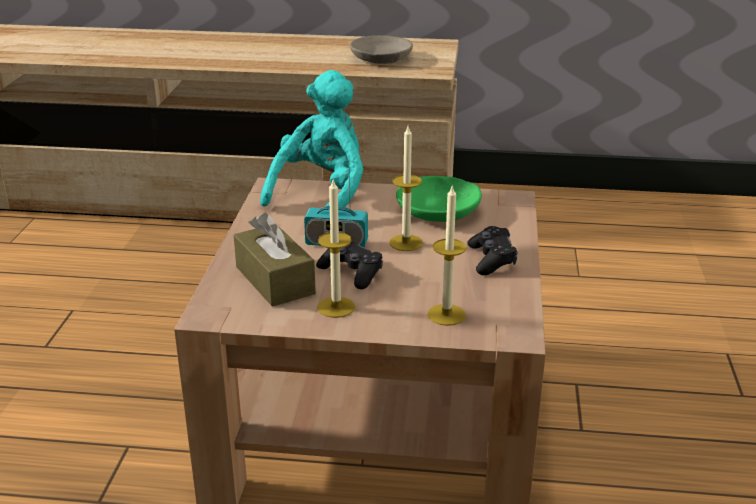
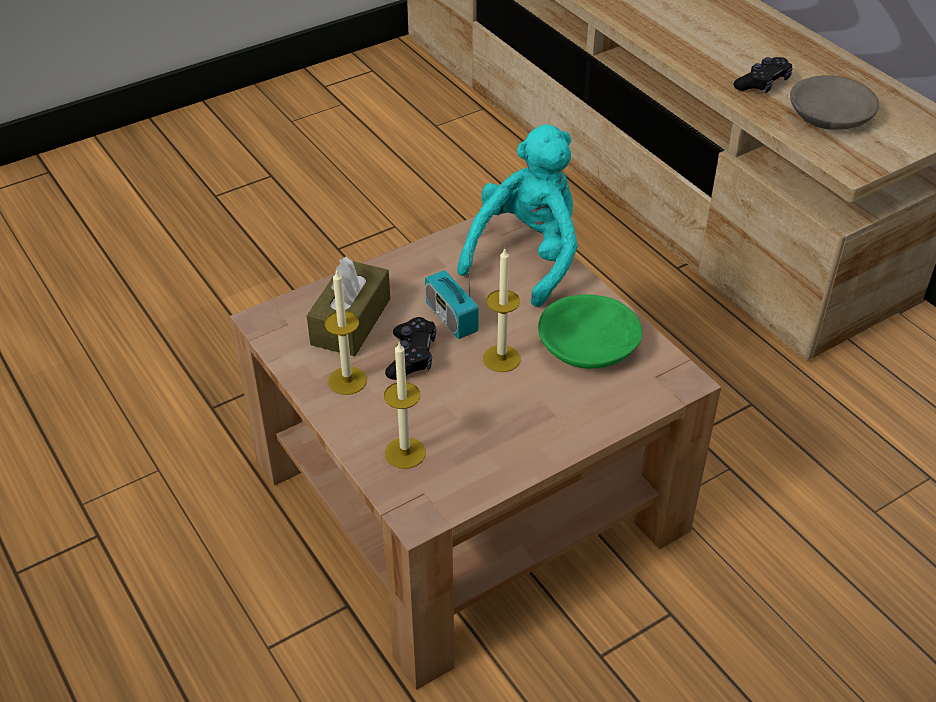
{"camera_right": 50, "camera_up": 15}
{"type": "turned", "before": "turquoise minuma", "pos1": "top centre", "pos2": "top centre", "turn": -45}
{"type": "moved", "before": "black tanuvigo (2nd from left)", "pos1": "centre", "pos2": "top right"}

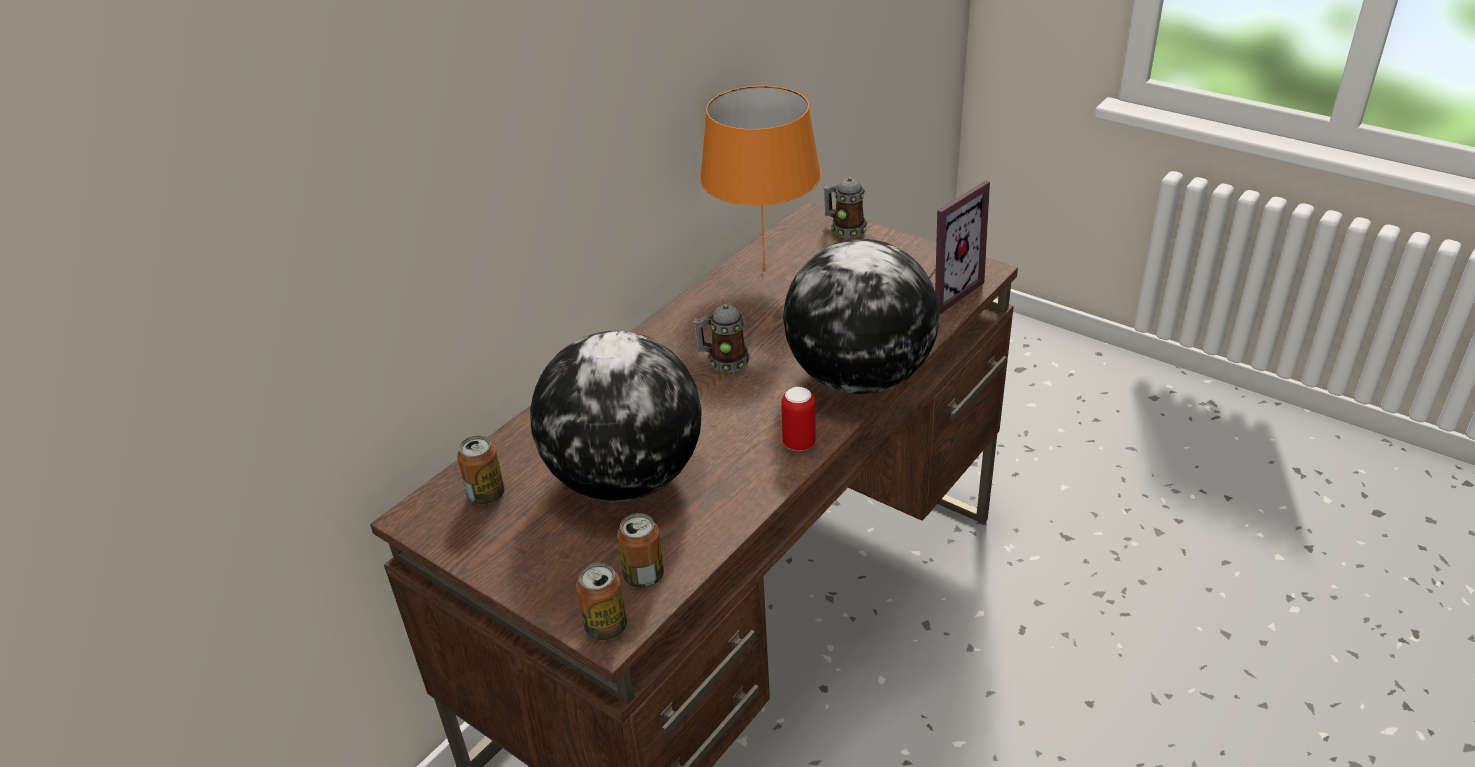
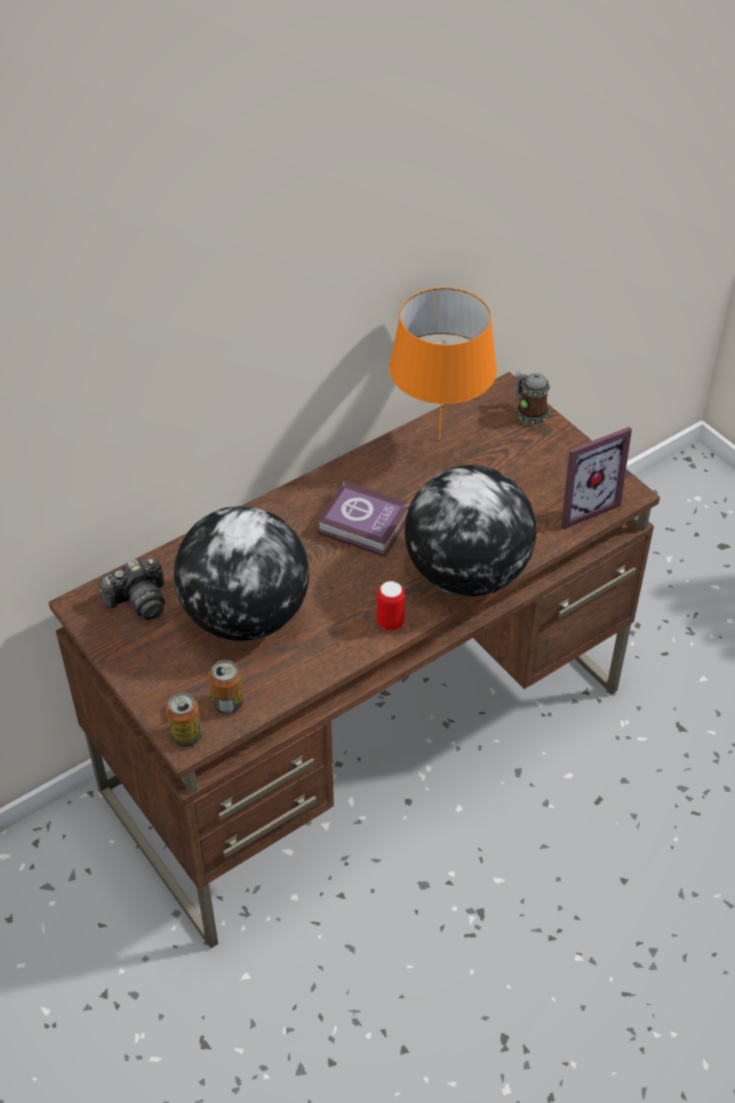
{"camera_right": 15, "camera_up": 10}
{"type": "replaced", "before": "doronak (1st from left)", "after": "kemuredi", "pos1": "middle left", "pos2": "middle left"}
{"type": "replaced", "before": "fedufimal (1st from left)", "after": "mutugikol", "pos1": "centre", "pos2": "centre"}

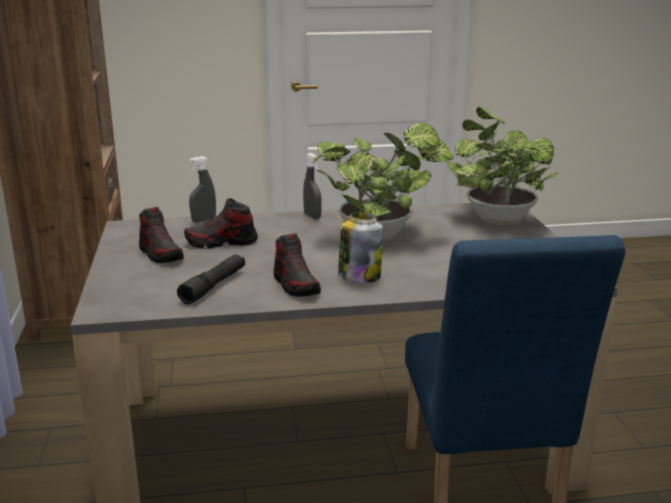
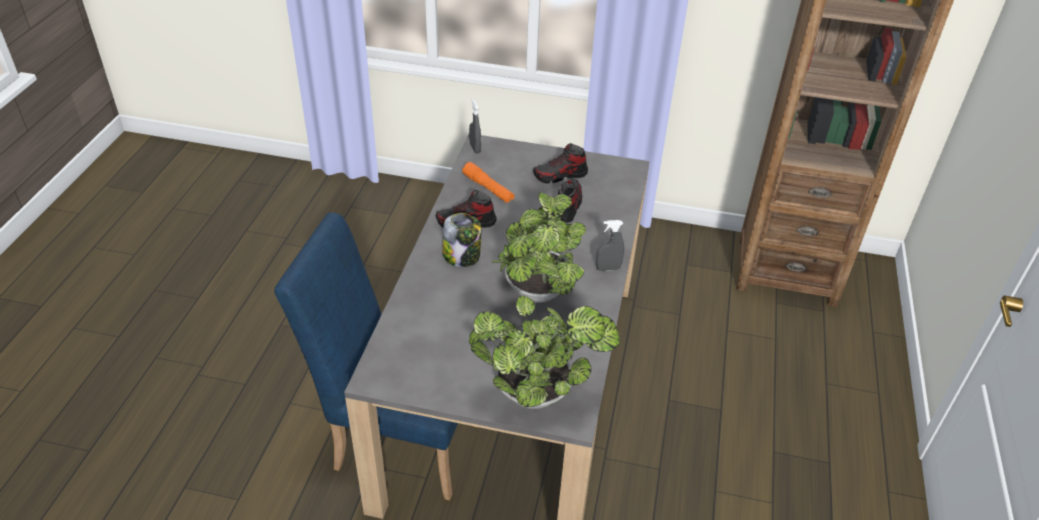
{"camera_right": 110, "camera_up": 20}
{"type": "recoloured", "before": "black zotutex", "after": "orange zotutex", "pos1": "middle left", "pos2": "centre"}
{"type": "moved", "before": "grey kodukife (1st from left)", "pos1": "middle left", "pos2": "top centre"}

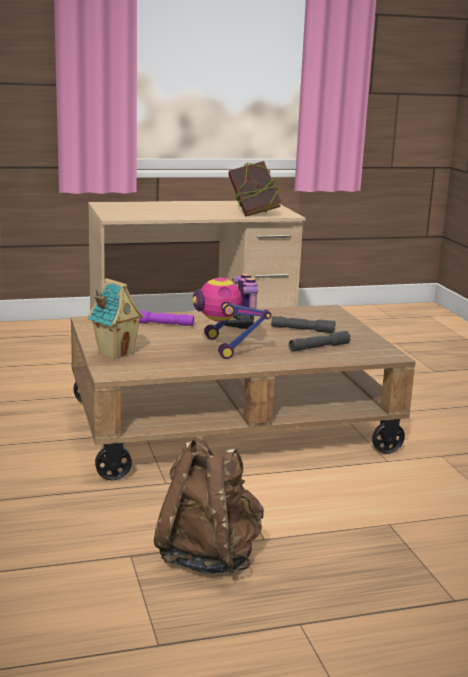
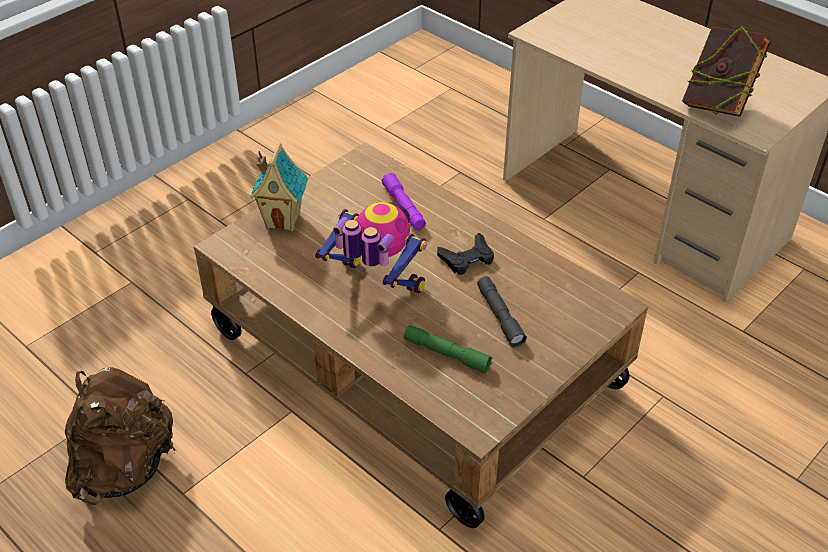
{"camera_right": 60, "camera_up": 25}
{"type": "turned", "before": "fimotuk", "pos1": "centre", "pos2": "centre", "turn": 75}
{"type": "recoloured", "before": "grey zotutex (2nd from left)", "after": "green zotutex", "pos1": "middle right", "pos2": "centre"}

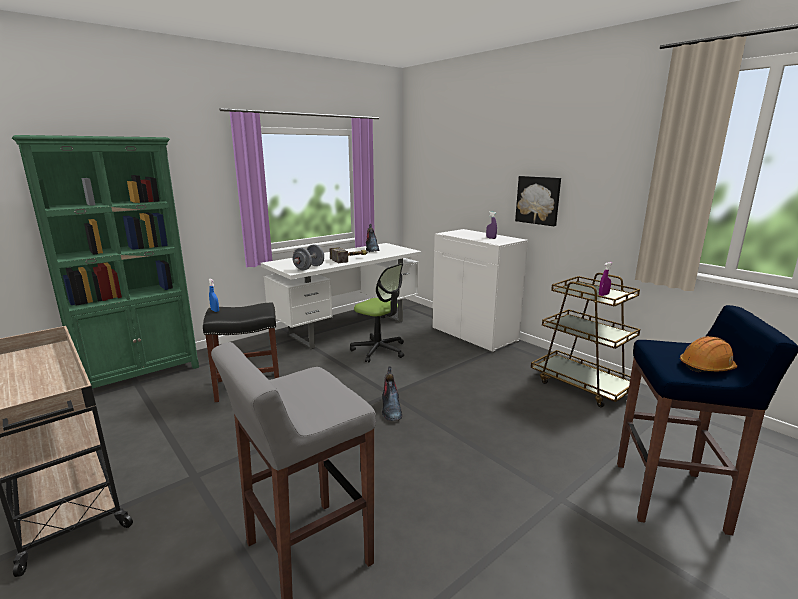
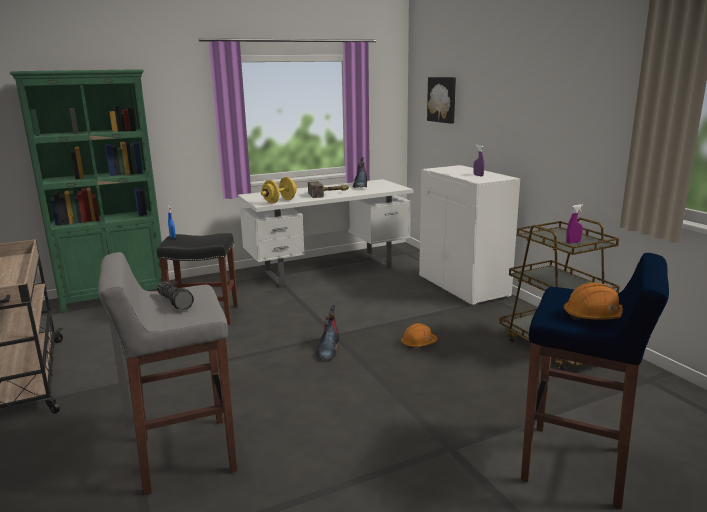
{"camera_right": 15, "camera_up": 0}
{"type": "recoloured", "before": "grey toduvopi", "after": "yellow toduvopi", "pos1": "centre", "pos2": "centre"}
{"type": "removed", "before": "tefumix", "pos1": "centre"}
{"type": "moved", "before": "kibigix", "pos1": "middle right", "pos2": "top centre"}
{"type": "added", "after": "zotutex", "pos2": "middle left"}
{"type": "added", "after": "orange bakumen (1st from left)", "pos2": "centre"}

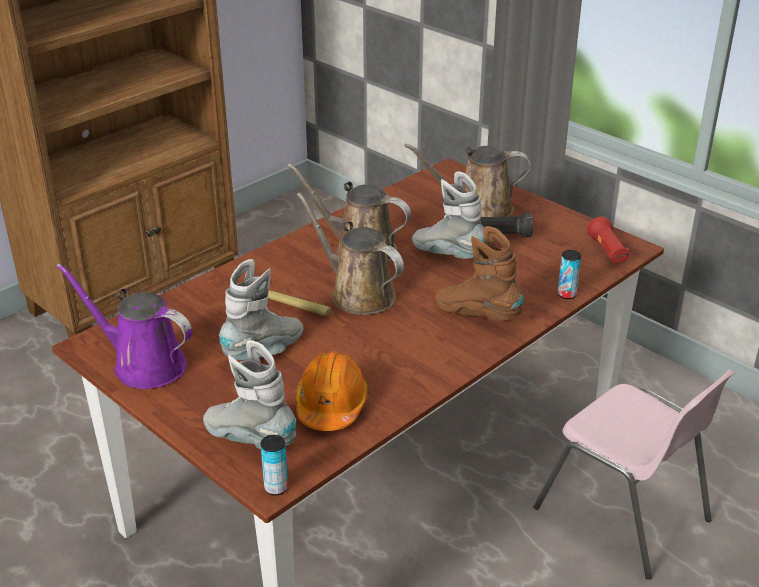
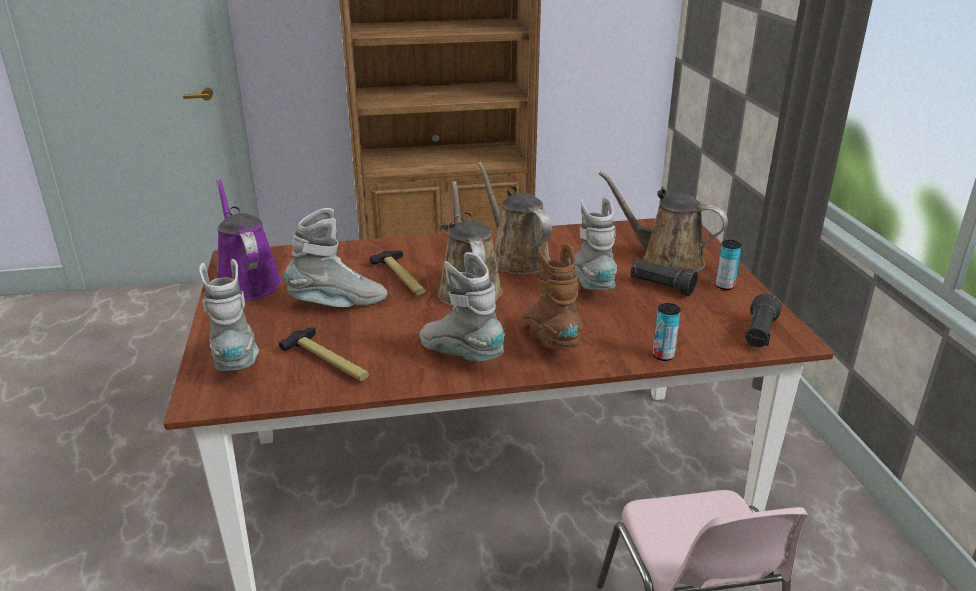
{"camera_right": 35, "camera_up": -5}
{"type": "moved", "before": "doronak (1st from left in the first image)", "after": "doronak (2nd from left)", "pos1": "bottom centre", "pos2": "middle right"}
{"type": "replaced", "before": "orange bakumen", "after": "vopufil (1st from left)", "pos1": "centre", "pos2": "middle left"}
{"type": "recoloured", "before": "red zotutex", "after": "black zotutex (2nd from left)", "pos1": "middle right", "pos2": "middle right"}
{"type": "added", "after": "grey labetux (3rd from left)", "pos2": "centre"}

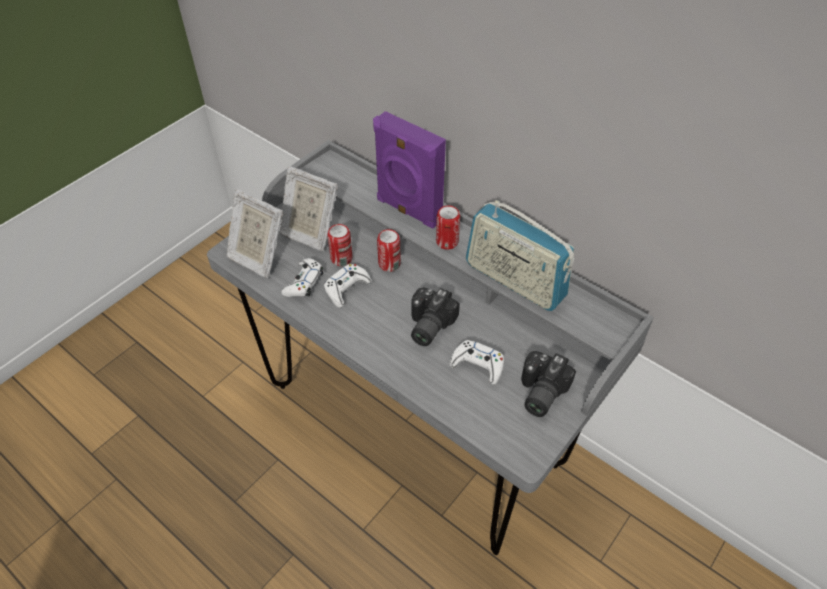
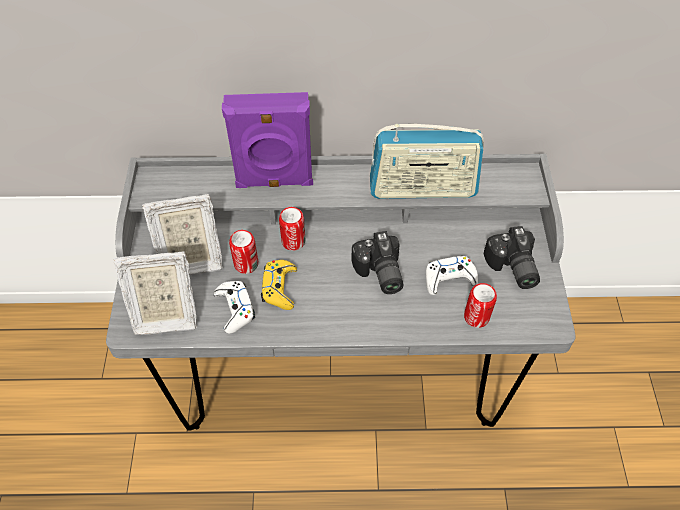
{"camera_right": -40, "camera_up": 5}
{"type": "recoloured", "before": "white tanuvigo (2nd from left)", "after": "yellow tanuvigo", "pos1": "centre", "pos2": "centre"}
{"type": "moved", "before": "doronak (3rd from left)", "pos1": "centre", "pos2": "middle right"}

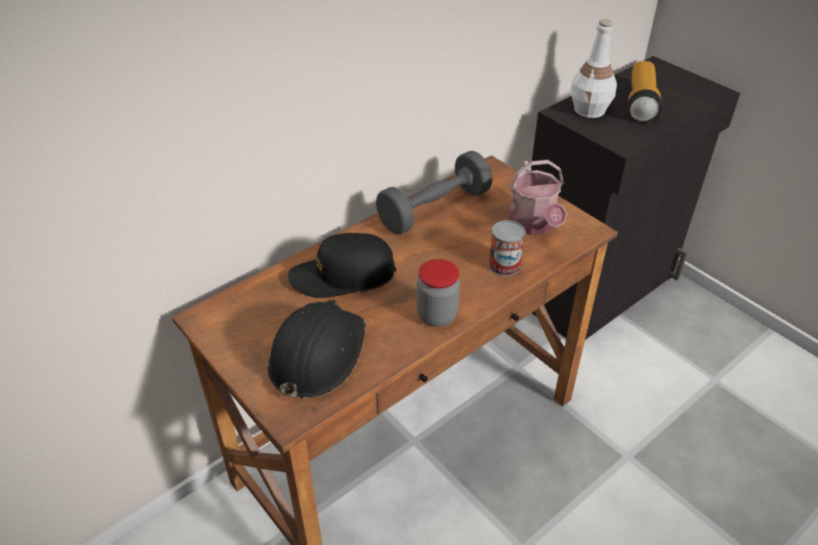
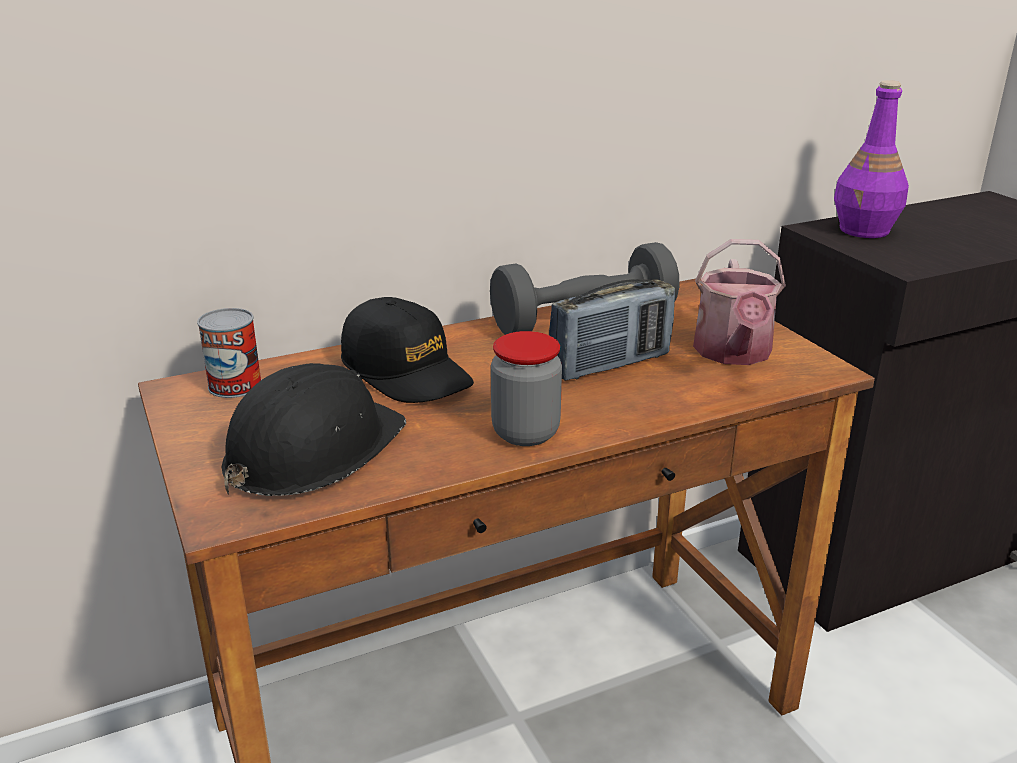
{"camera_right": 15, "camera_up": -15}
{"type": "turned", "before": "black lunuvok", "pos1": "centre", "pos2": "centre", "turn": -135}
{"type": "moved", "before": "doronak", "pos1": "centre", "pos2": "middle left"}
{"type": "recoloured", "before": "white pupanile", "after": "purple pupanile", "pos1": "top right", "pos2": "top right"}
{"type": "removed", "before": "zotutex", "pos1": "top right"}
{"type": "added", "after": "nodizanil", "pos2": "centre"}

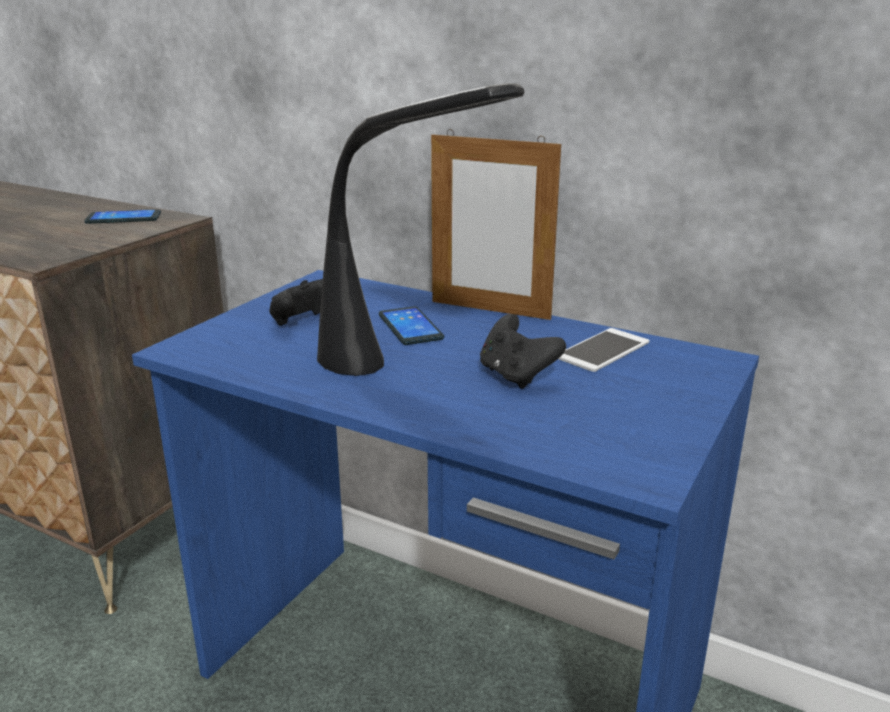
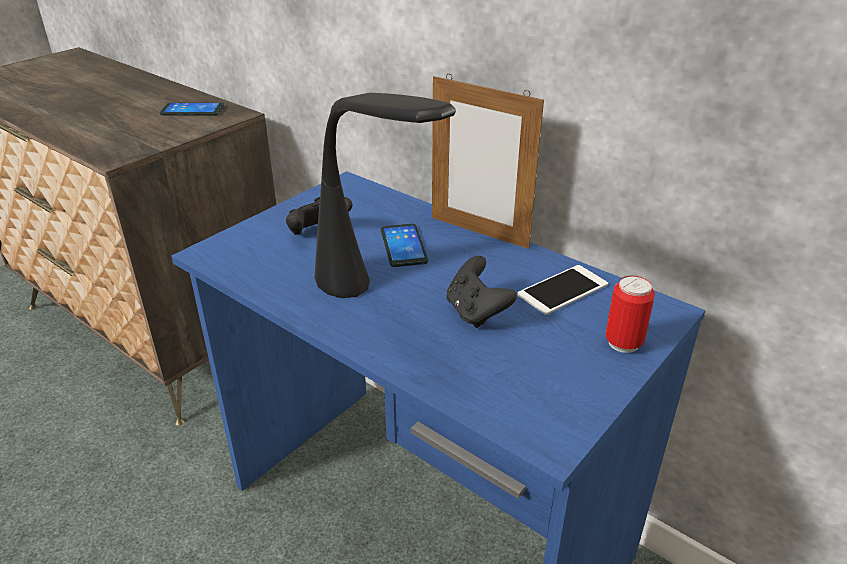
{"camera_right": 10, "camera_up": 10}
{"type": "added", "after": "doronak", "pos2": "middle right"}

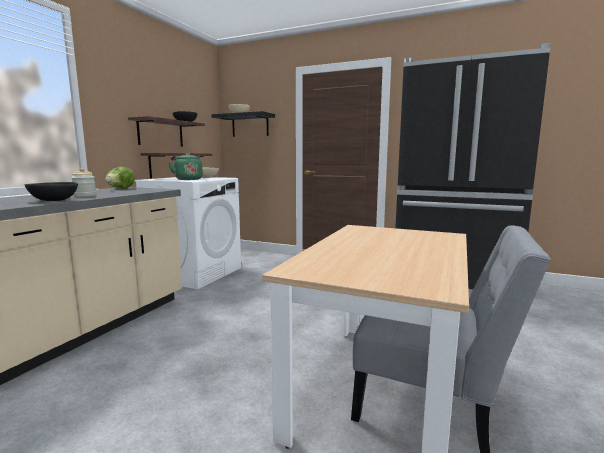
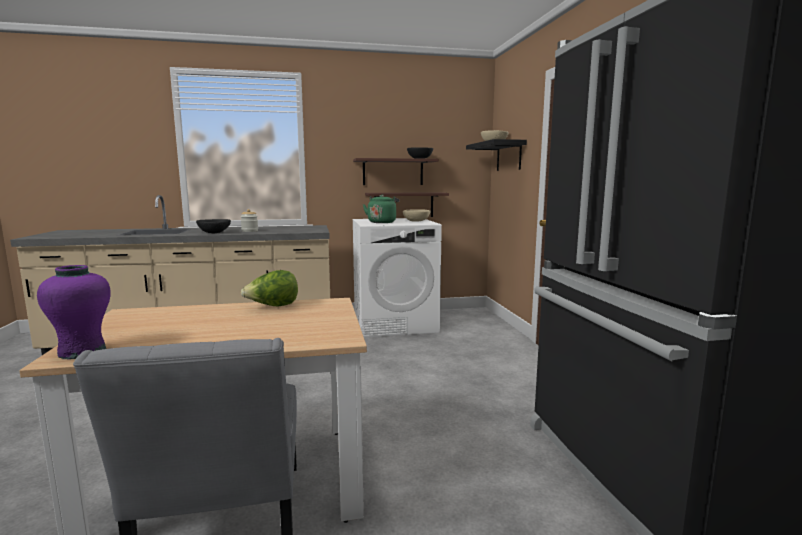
{"camera_right": 55, "camera_up": 0}
{"type": "moved", "before": "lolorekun", "pos1": "middle left", "pos2": "centre"}
{"type": "added", "after": "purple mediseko", "pos2": "middle left"}

